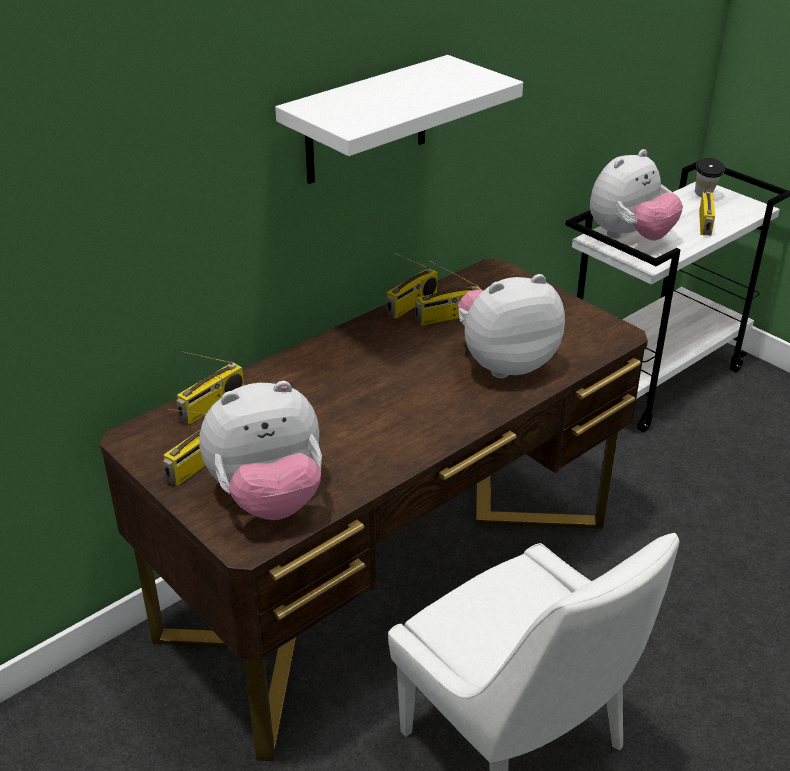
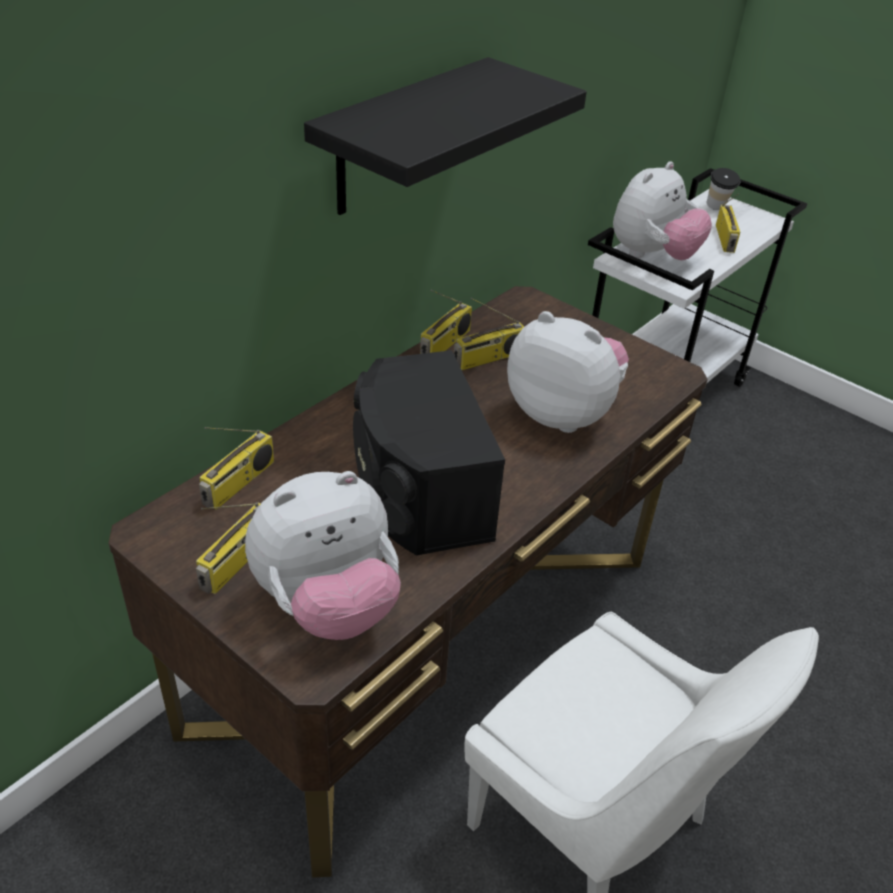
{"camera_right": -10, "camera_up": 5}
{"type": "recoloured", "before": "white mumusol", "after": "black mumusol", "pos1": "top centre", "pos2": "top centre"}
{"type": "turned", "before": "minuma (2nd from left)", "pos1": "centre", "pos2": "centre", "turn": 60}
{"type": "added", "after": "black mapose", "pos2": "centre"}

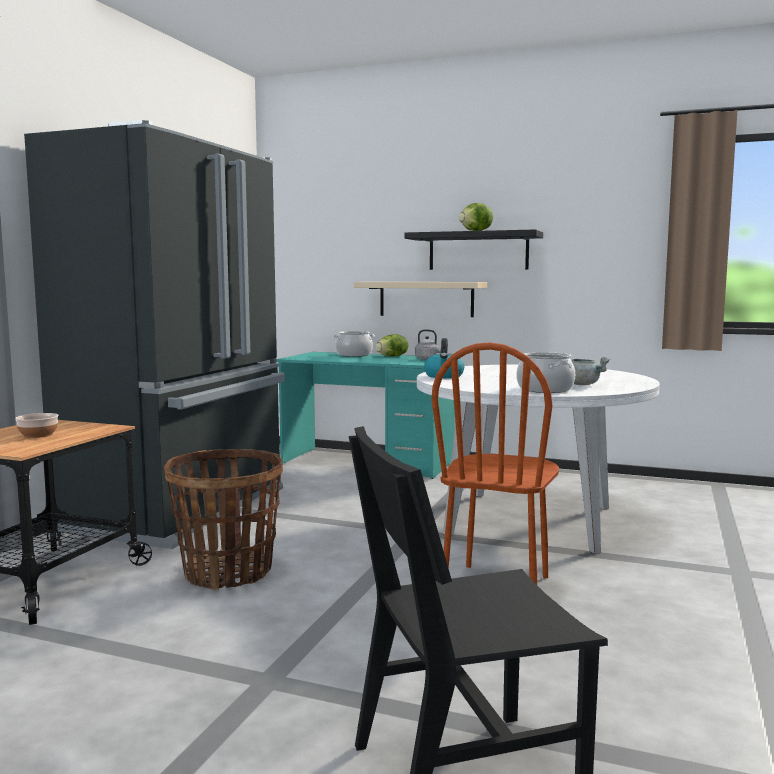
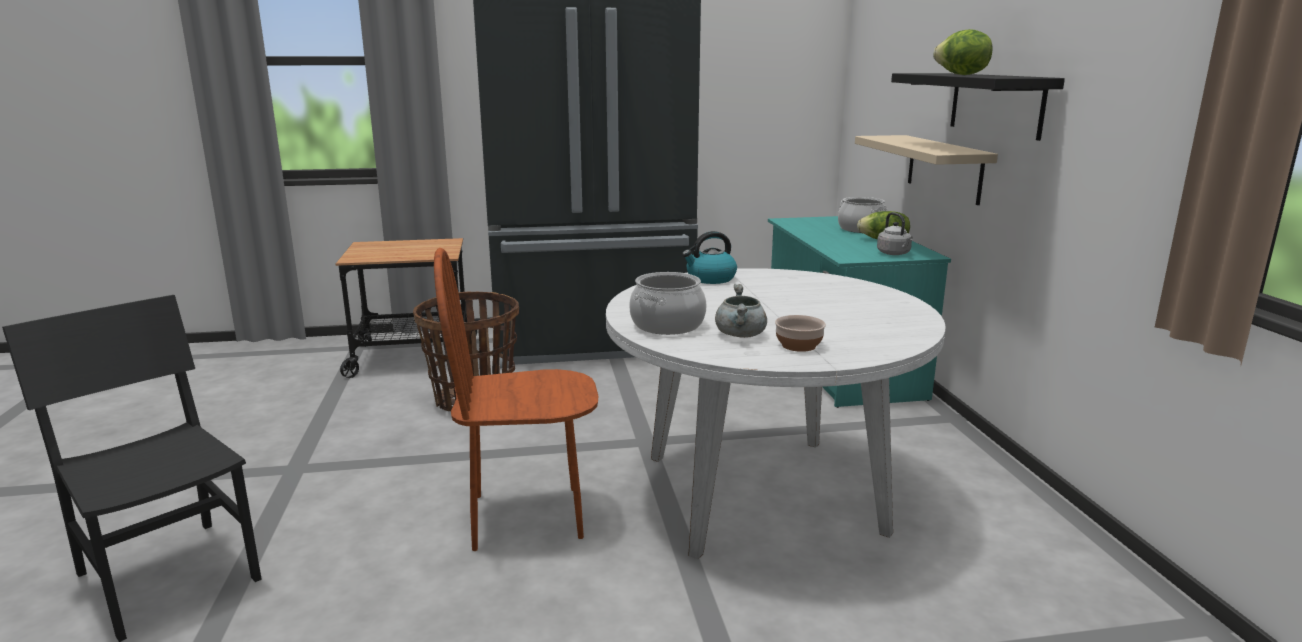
{"camera_right": 60, "camera_up": 10}
{"type": "moved", "before": "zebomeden", "pos1": "middle left", "pos2": "centre"}

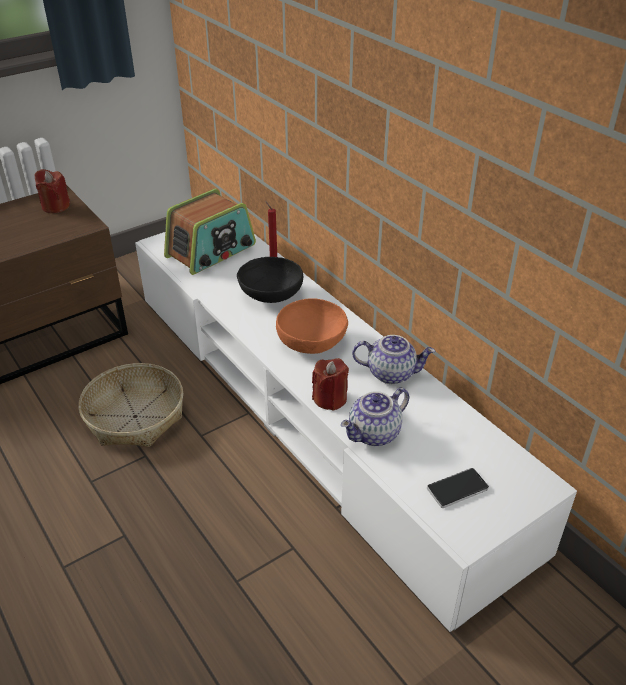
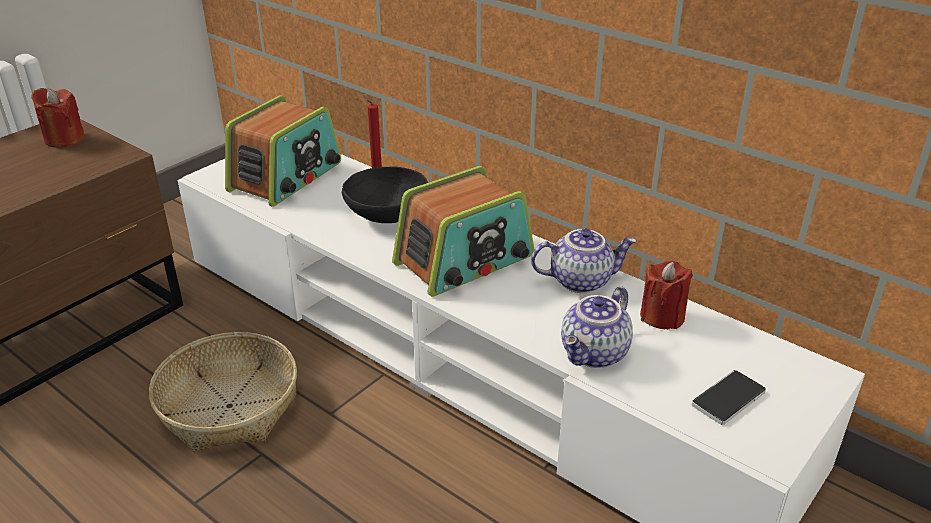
{"camera_right": -15, "camera_up": -5}
{"type": "replaced", "before": "orange zebomeden", "after": "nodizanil (2nd from left)", "pos1": "centre", "pos2": "centre"}
{"type": "moved", "before": "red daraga (3rd from left)", "pos1": "centre", "pos2": "middle right"}

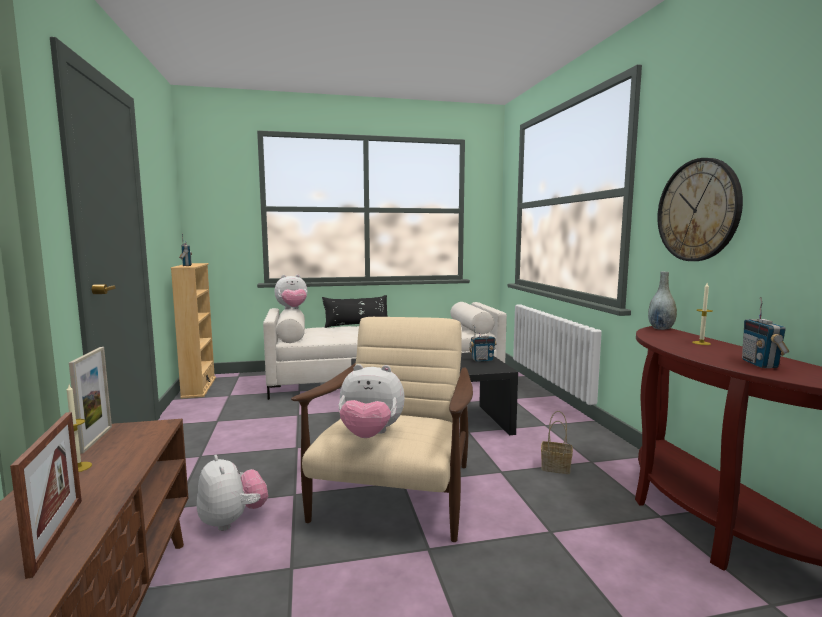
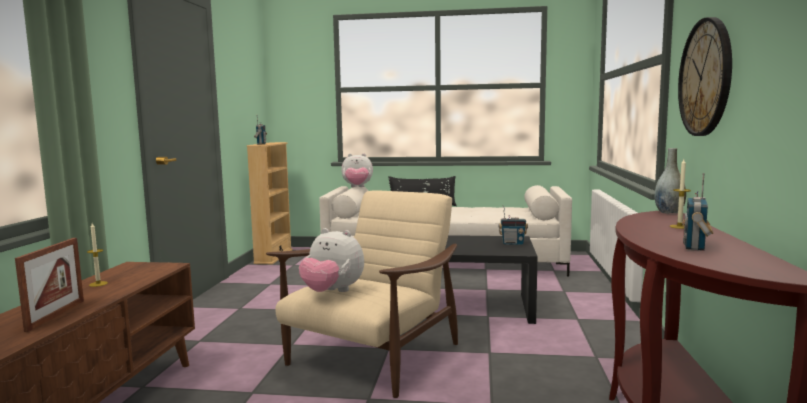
{"camera_right": 20, "camera_up": 0}
{"type": "removed", "before": "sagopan (2nd from left)", "pos1": "middle left"}
{"type": "removed", "before": "minuma (1st from left)", "pos1": "bottom left"}
{"type": "removed", "before": "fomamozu", "pos1": "bottom right"}

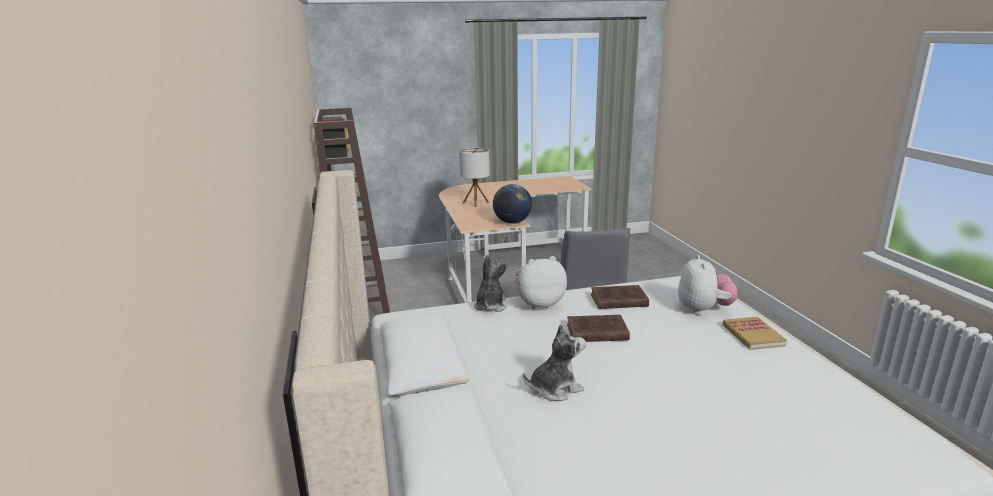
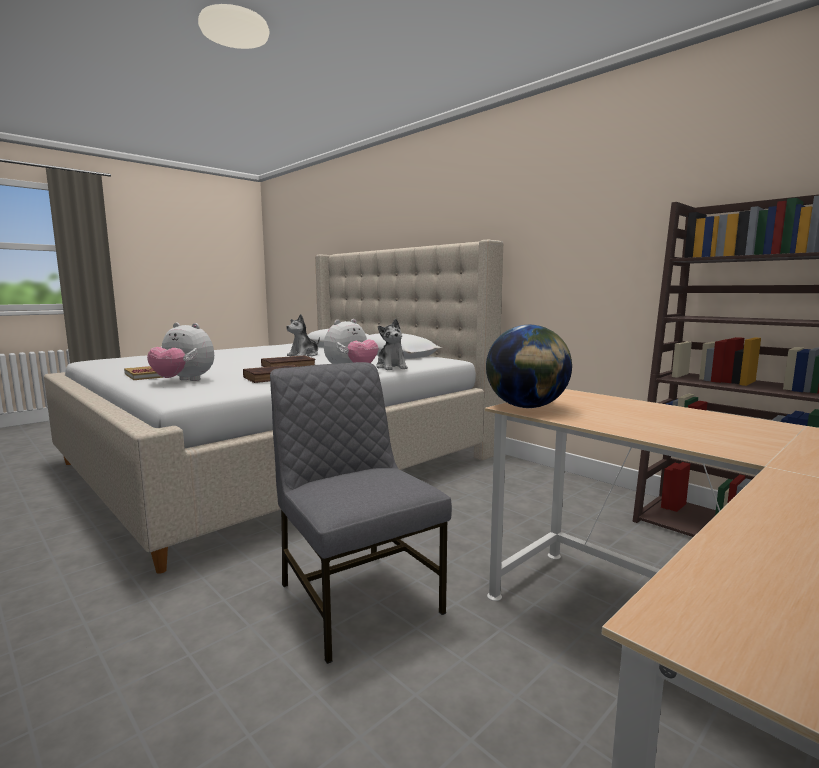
{"camera_right": 150, "camera_up": -10}
{"type": "removed", "before": "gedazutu", "pos1": "centre"}
{"type": "turned", "before": "minuma (4th from left in the first image)", "pos1": "middle right", "pos2": "middle left", "turn": -45}

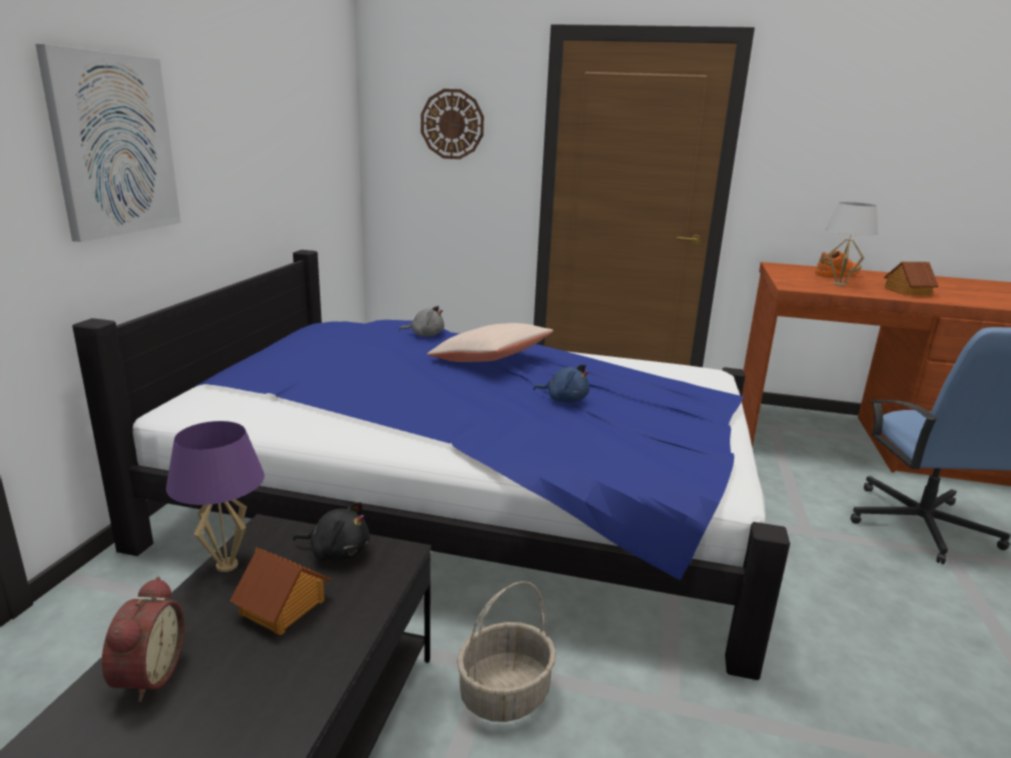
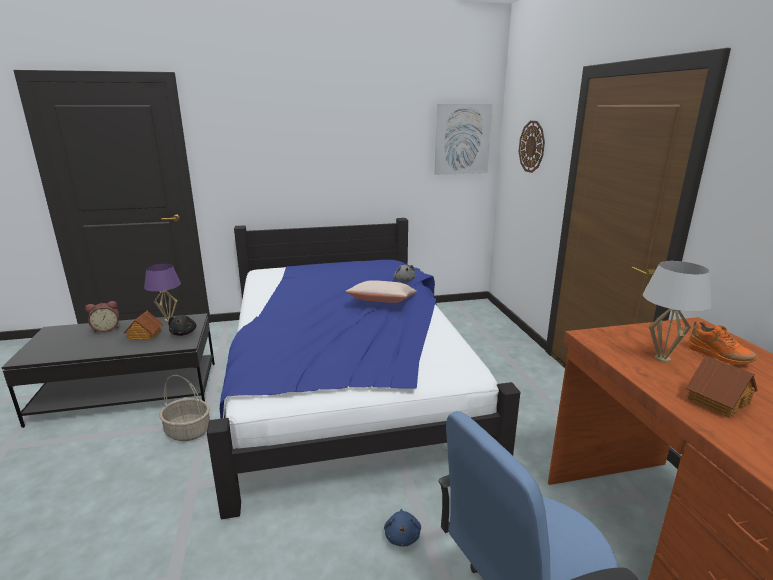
{"camera_right": 65, "camera_up": 0}
{"type": "moved", "before": "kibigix", "pos1": "top left", "pos2": "top centre"}
{"type": "moved", "before": "blue minuma", "pos1": "centre", "pos2": "bottom centre"}

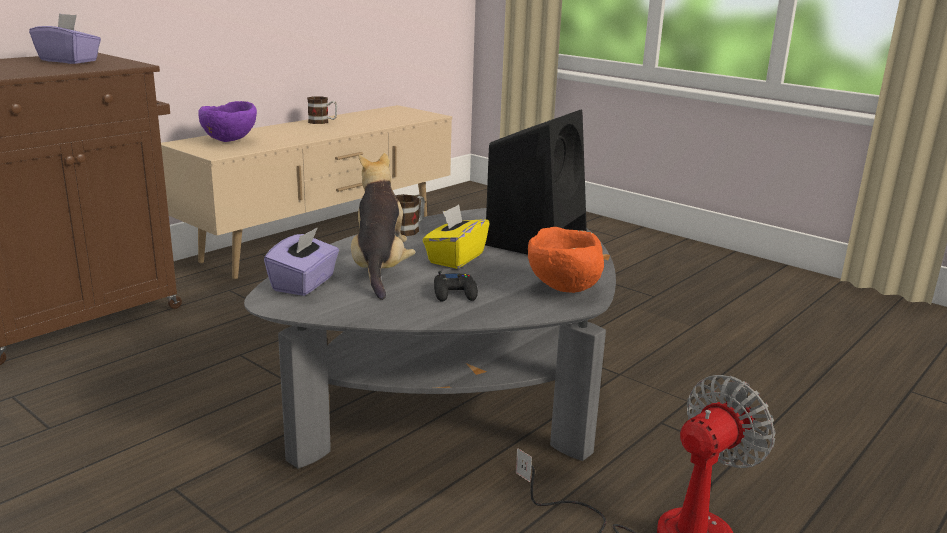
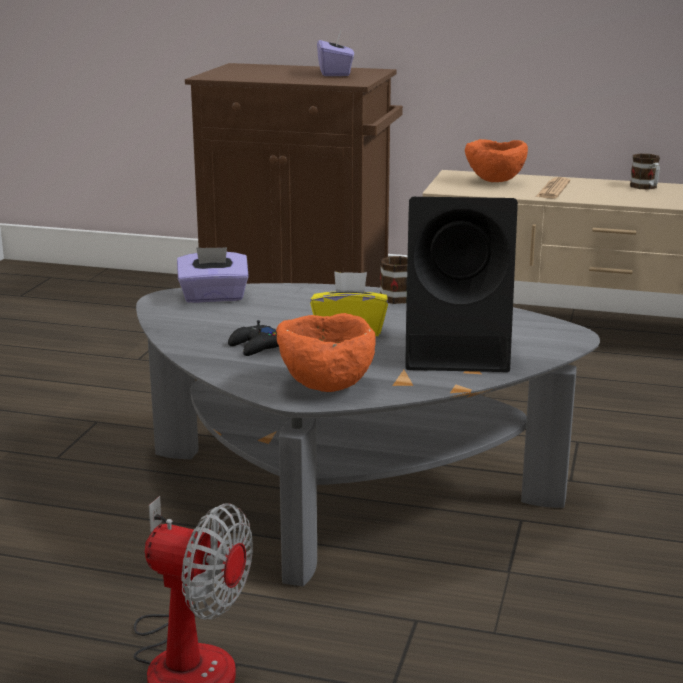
{"camera_right": 65, "camera_up": 0}
{"type": "recoloured", "before": "purple zebomeden", "after": "orange zebomeden (2nd from left)", "pos1": "top left", "pos2": "top right"}
{"type": "removed", "before": "minuma", "pos1": "centre"}
{"type": "added", "after": "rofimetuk", "pos2": "top right"}

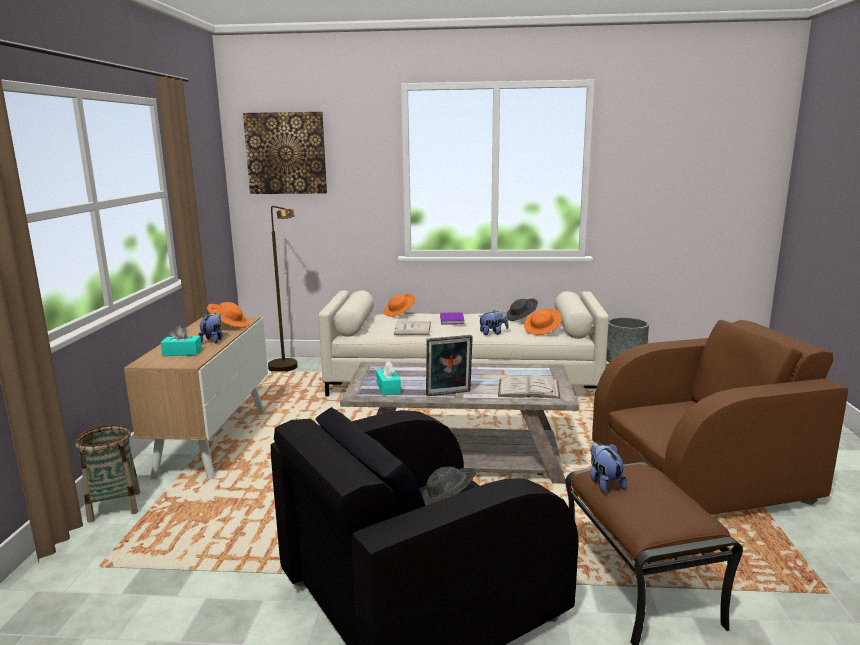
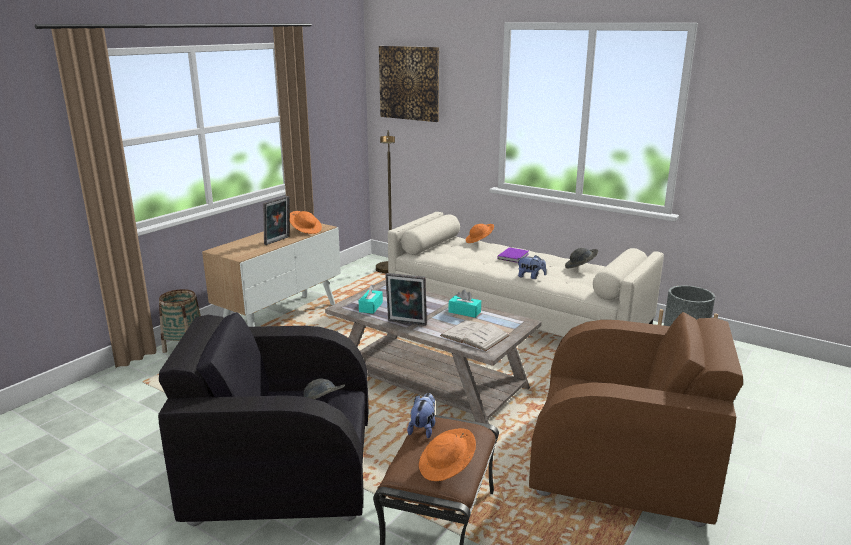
{"camera_right": 30, "camera_up": 5}
{"type": "moved", "before": "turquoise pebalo (1st from left in the first image)", "after": "turquoise pebalo (2nd from left)", "pos1": "middle left", "pos2": "centre"}
{"type": "replaced", "before": "minuma (1st from left)", "after": "sagopan (1st from left)", "pos1": "middle left", "pos2": "middle left"}
{"type": "removed", "before": "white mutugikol (1st from left)", "pos1": "centre"}
{"type": "moved", "before": "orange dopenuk (3rd from left in the first image)", "after": "orange dopenuk (2nd from left)", "pos1": "centre", "pos2": "bottom centre"}

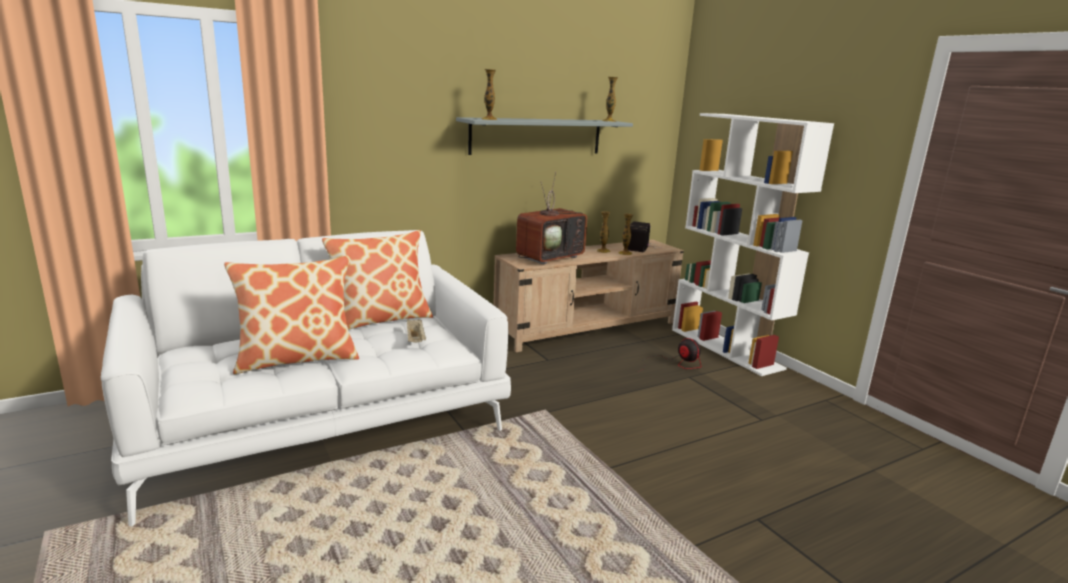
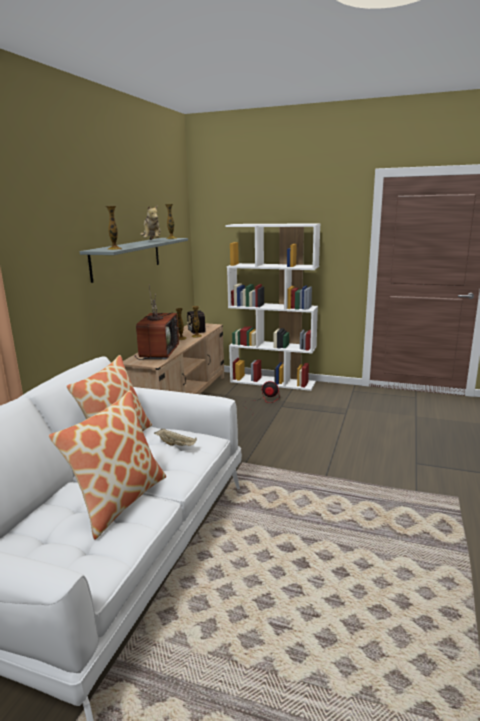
{"camera_right": -40, "camera_up": 0}
{"type": "added", "after": "minuma", "pos2": "top left"}

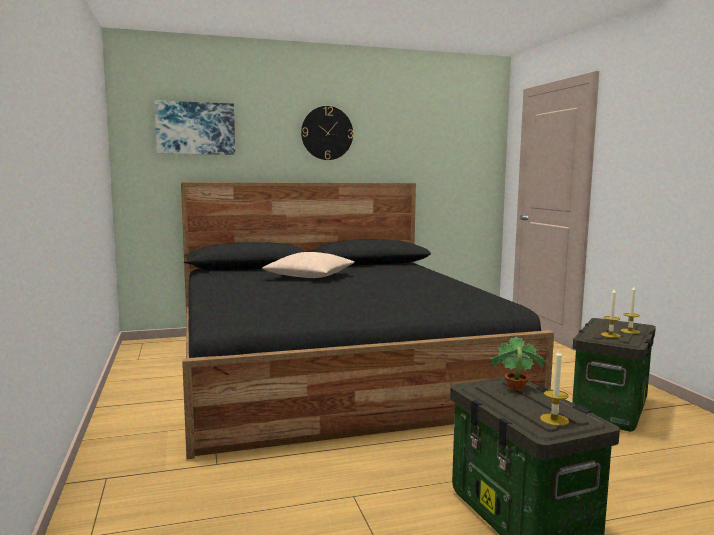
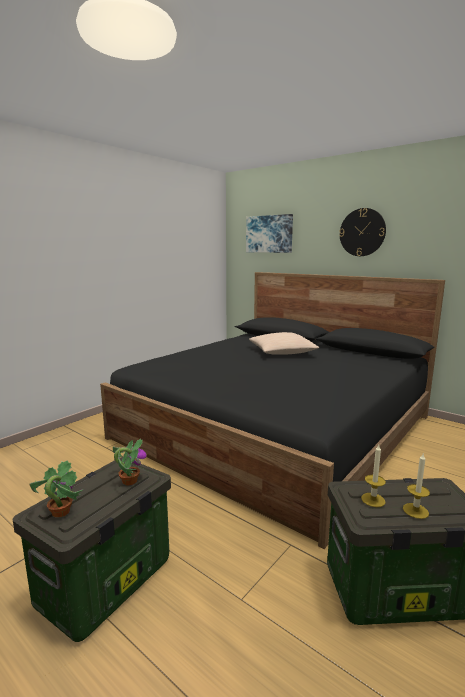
{"camera_right": 55, "camera_up": 5}
{"type": "replaced", "before": "daraga (1st from left)", "after": "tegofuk (1st from left)", "pos1": "bottom right", "pos2": "bottom left"}

